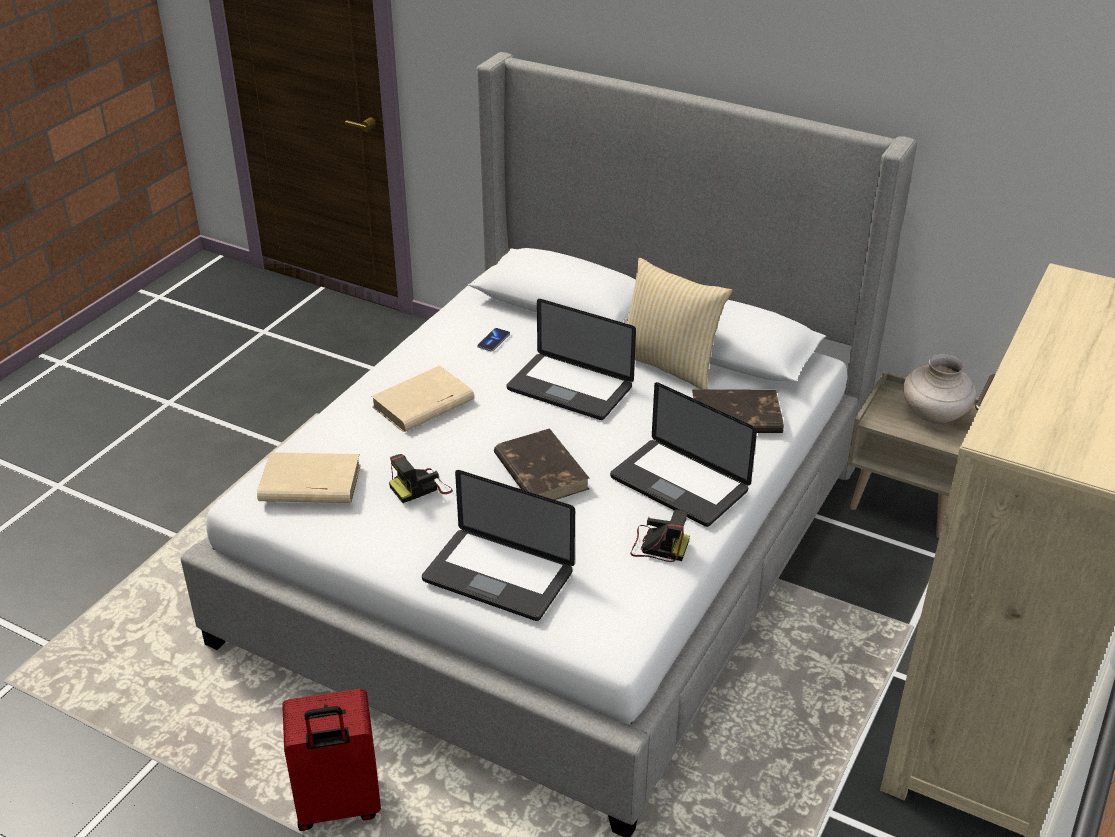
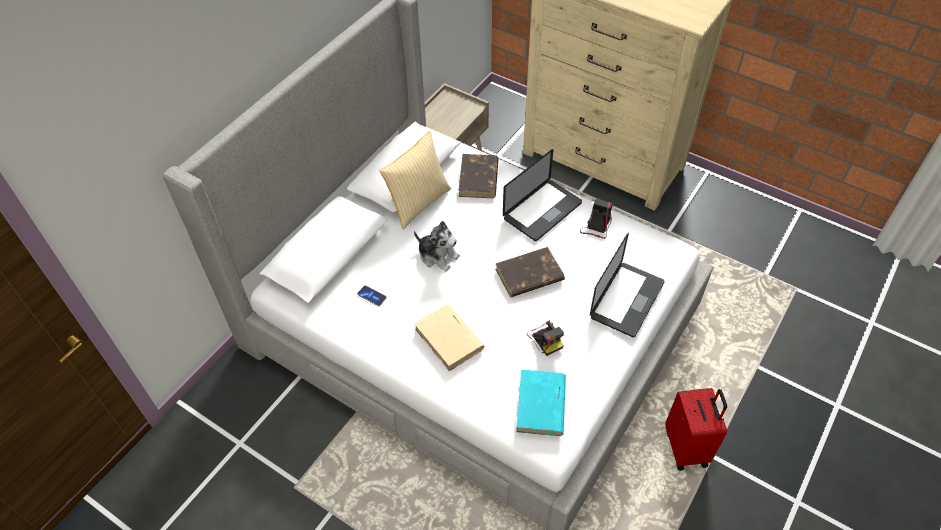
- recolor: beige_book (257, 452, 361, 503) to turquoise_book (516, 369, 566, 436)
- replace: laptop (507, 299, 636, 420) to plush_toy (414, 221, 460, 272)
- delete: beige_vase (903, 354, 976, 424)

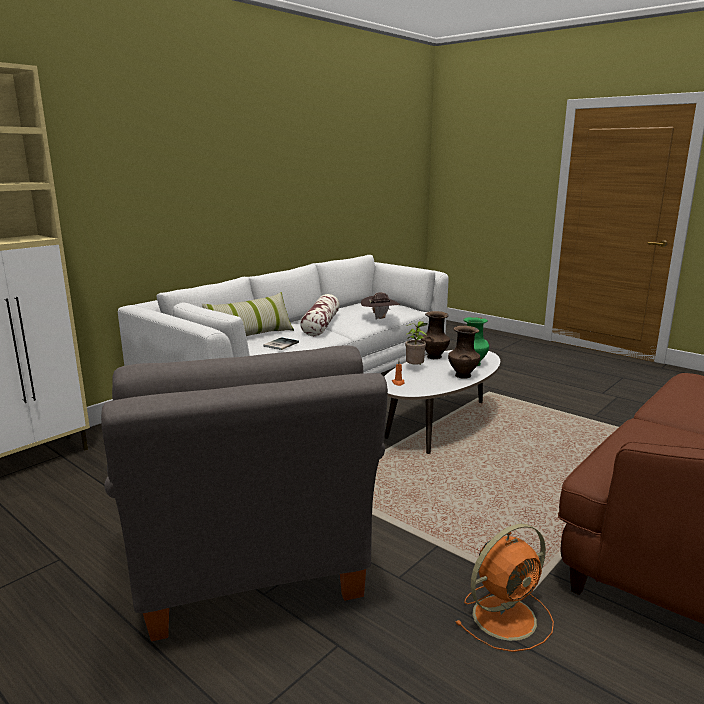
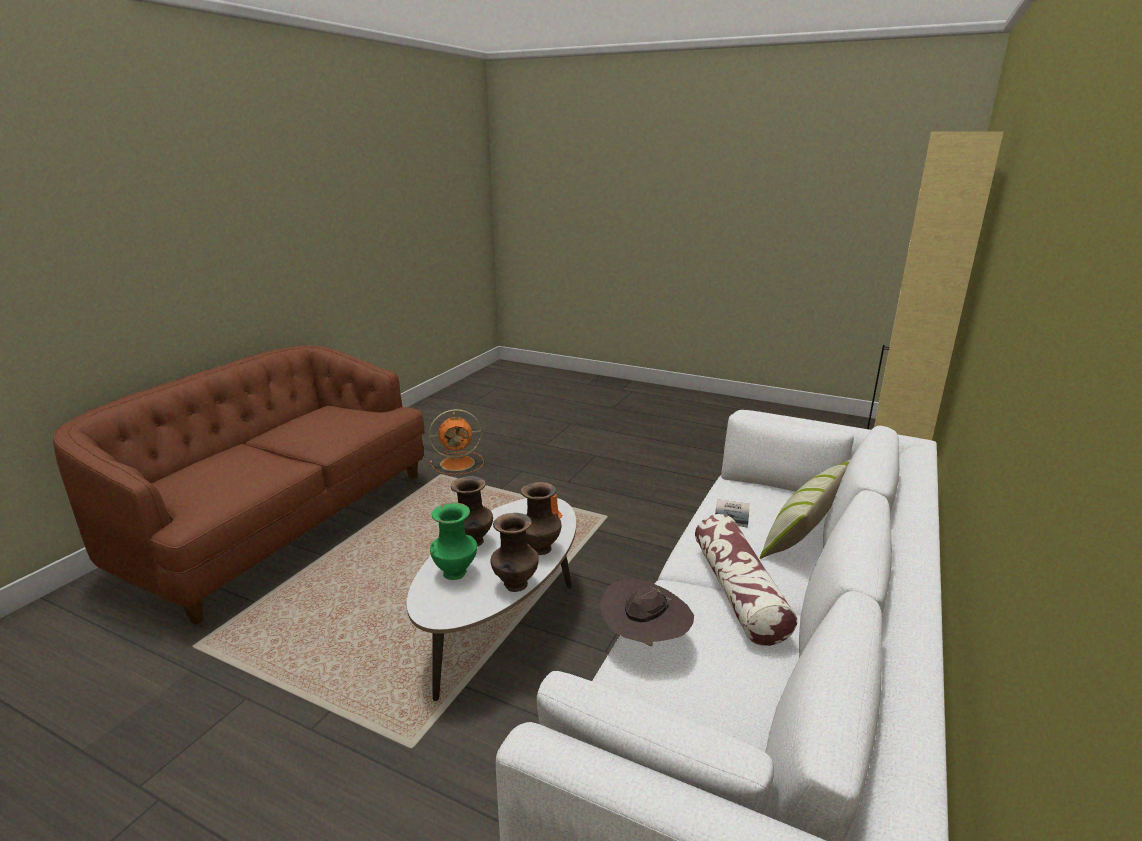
- delete: grey_armchair (101, 346, 388, 641)
- replace: potted_plant (405, 321, 428, 365) to brown_vase (521, 482, 561, 555)
- rotate: orange_fan (455, 524, 554, 652) = (429, 409, 484, 475) 150 degrees counterclockwise

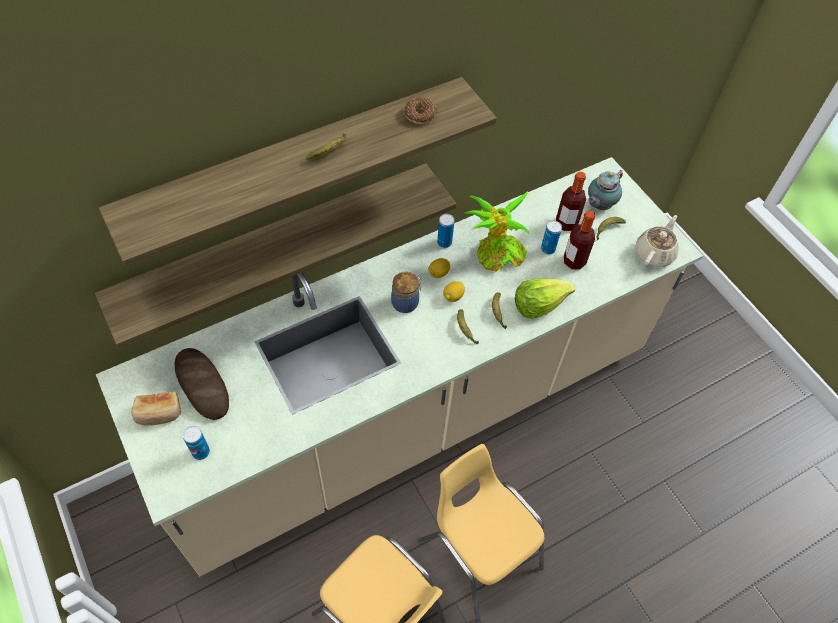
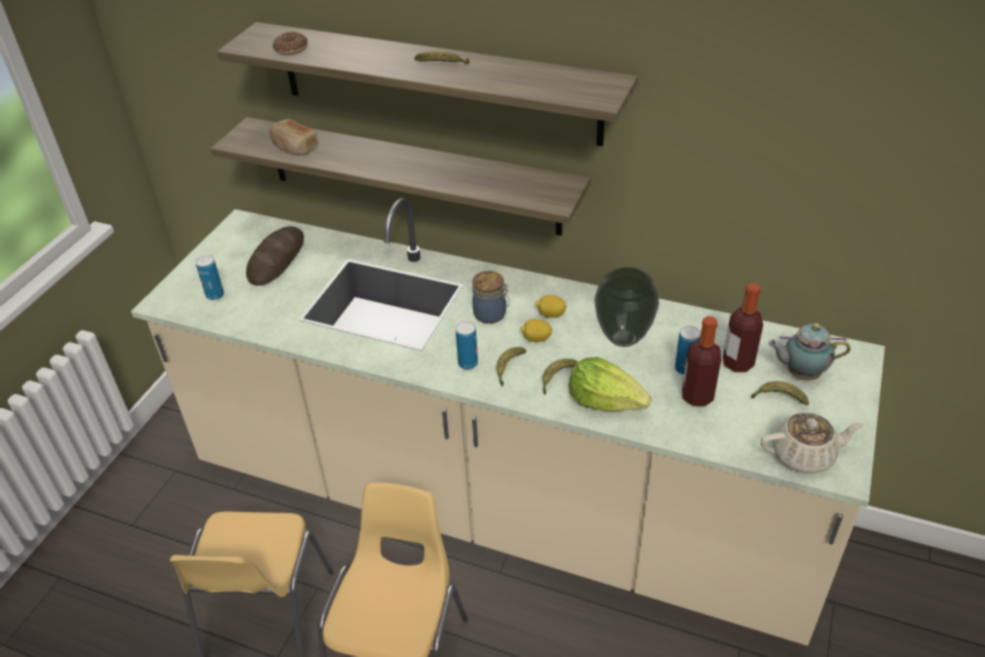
- move: bread (131, 392, 181, 426) to (269, 119, 318, 155)
- move: donut (404, 97, 437, 124) to (272, 32, 308, 55)
- move: can (437, 214, 454, 248) to (456, 321, 478, 370)
- replace: potted_plant (465, 191, 529, 272) to vase (595, 267, 659, 347)

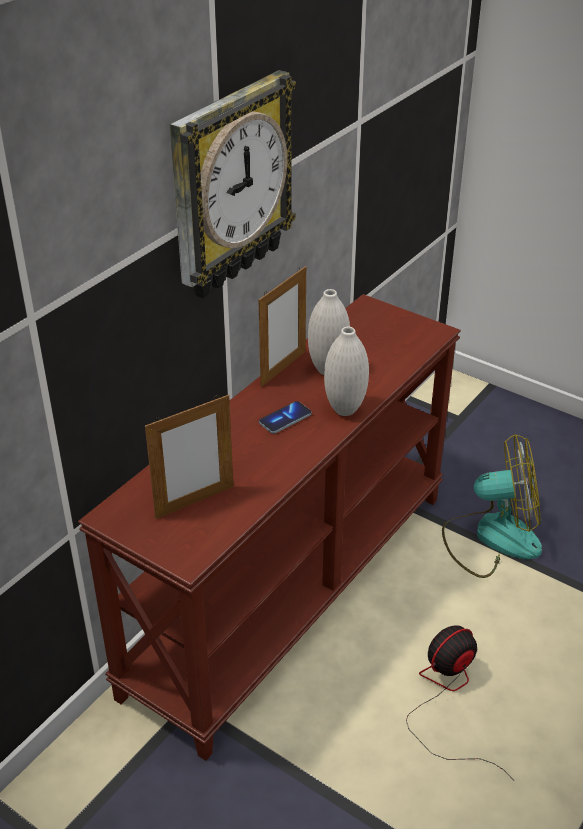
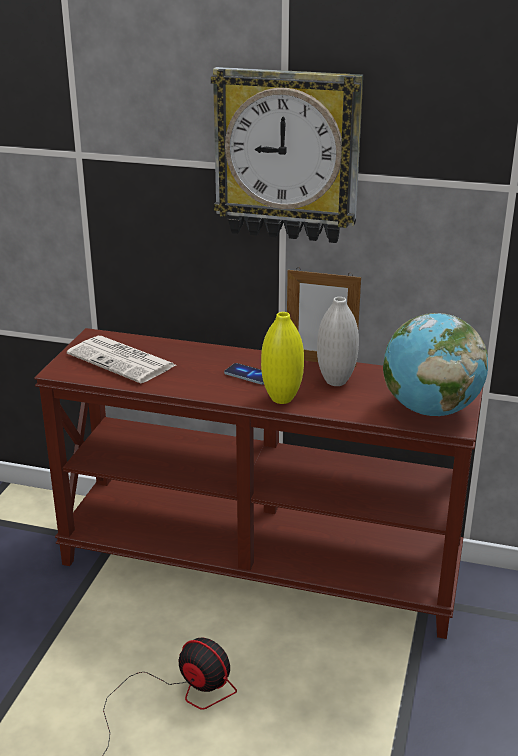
- replace: picture_frame (145, 395, 234, 519) to newspaper (67, 336, 176, 383)
- recolor: white_vase (324, 327, 369, 416) to yellow_vase (261, 312, 304, 404)
- delete: fan (442, 434, 542, 578)
- insert: globe (383, 313, 488, 416)

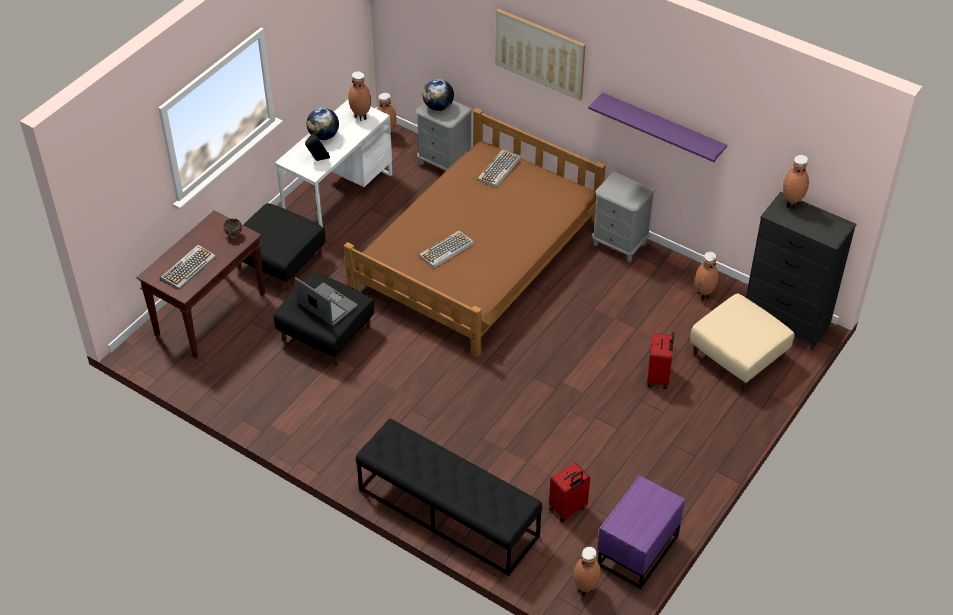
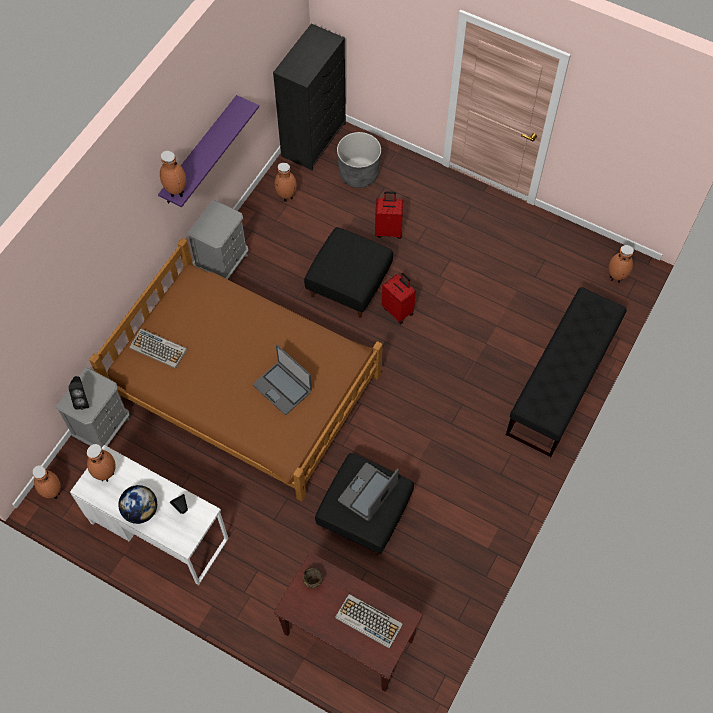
- move: black_ottoman (238, 203, 326, 291) to (304, 227, 393, 318)
- replace: keyboard (419, 231, 474, 269) to laptop (253, 345, 312, 415)
- replace: globe (422, 79, 454, 111) to black_speaker (69, 376, 89, 410)
- delete: picture (496, 9, 586, 100)
- move: red_suitcase (549, 462, 590, 522) to (382, 273, 416, 324)
- delete: purple_nightstand (597, 475, 685, 589)
- replace: beige_ottoman (690, 293, 795, 392) to grey_planter (337, 132, 381, 188)
- move: brown_vase (783, 155, 809, 209) to (160, 151, 186, 197)

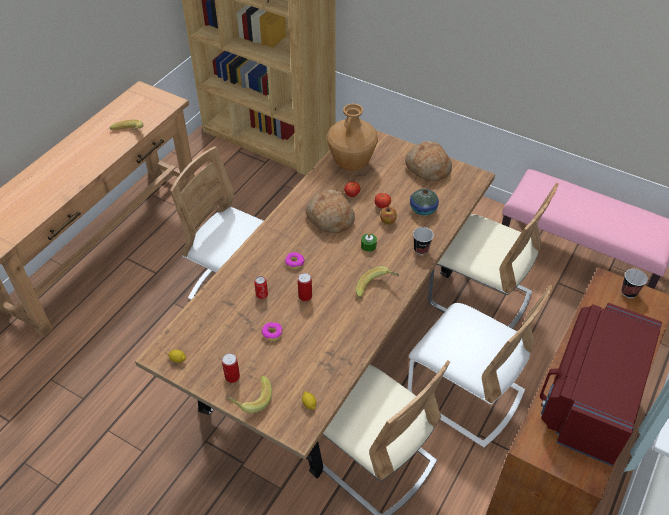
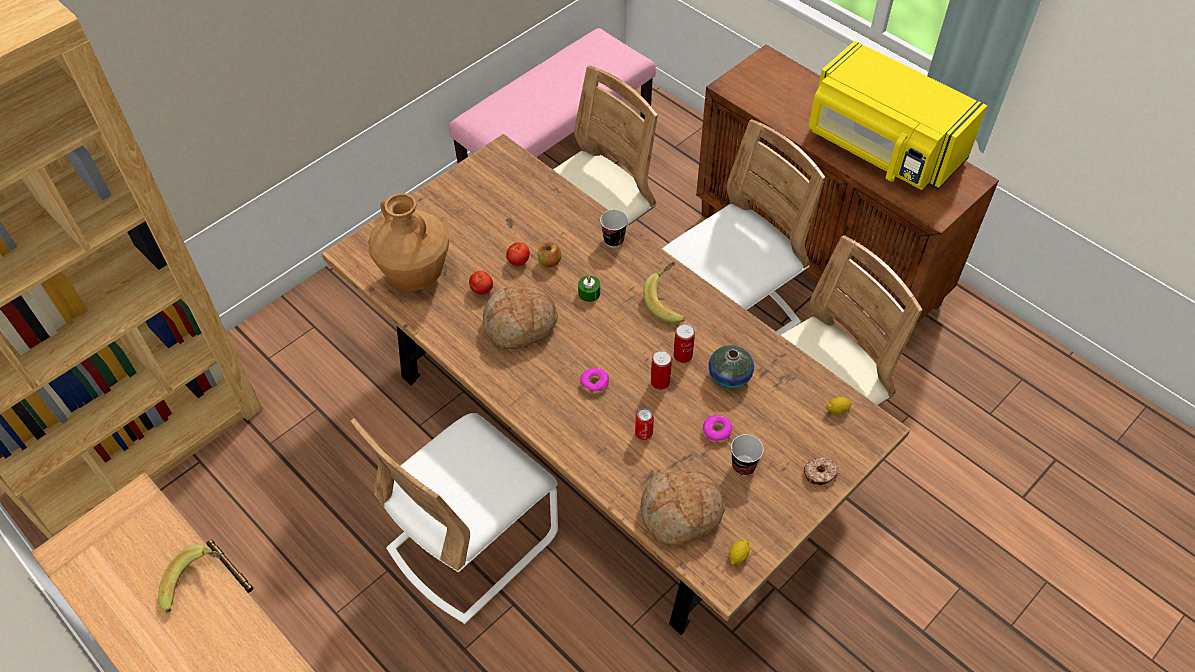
- move: can (222, 353, 240, 383) to (674, 324, 695, 363)
- replace: banana (226, 375, 272, 413) to donut (804, 457, 839, 485)
- move: bread (405, 141, 452, 181) to (641, 470, 725, 546)
- move: vase (410, 189, 439, 216) to (708, 345, 754, 389)
- recolor: red_microwave (540, 303, 662, 466) to yellow_microwave (808, 41, 987, 190)
- move: cup (621, 269, 648, 298) to (731, 434, 764, 476)

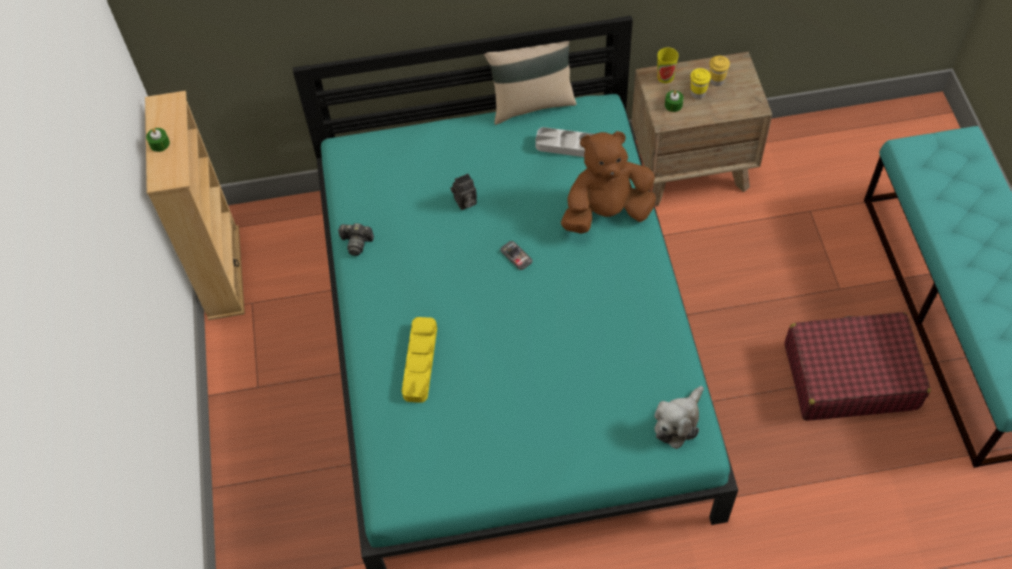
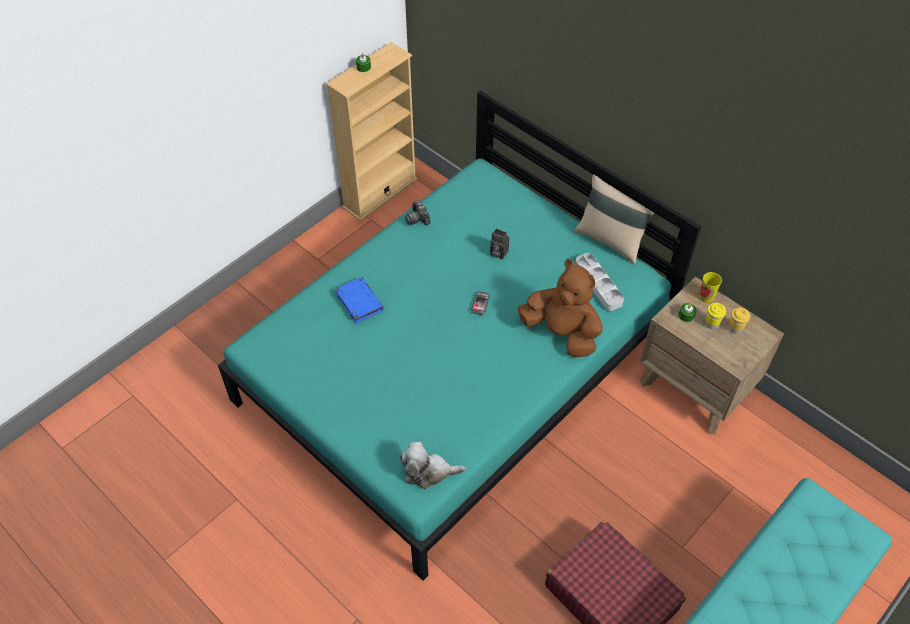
- replace: yellow_tray (402, 317, 437, 403) to blue_book (335, 277, 384, 323)

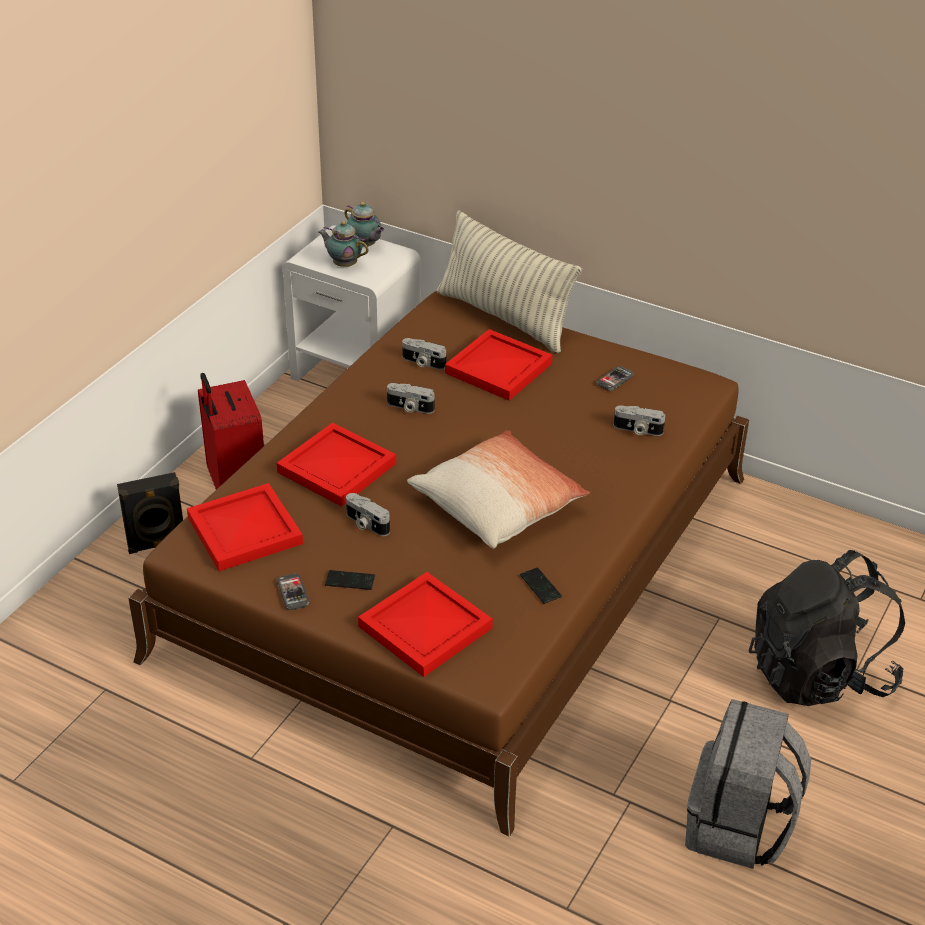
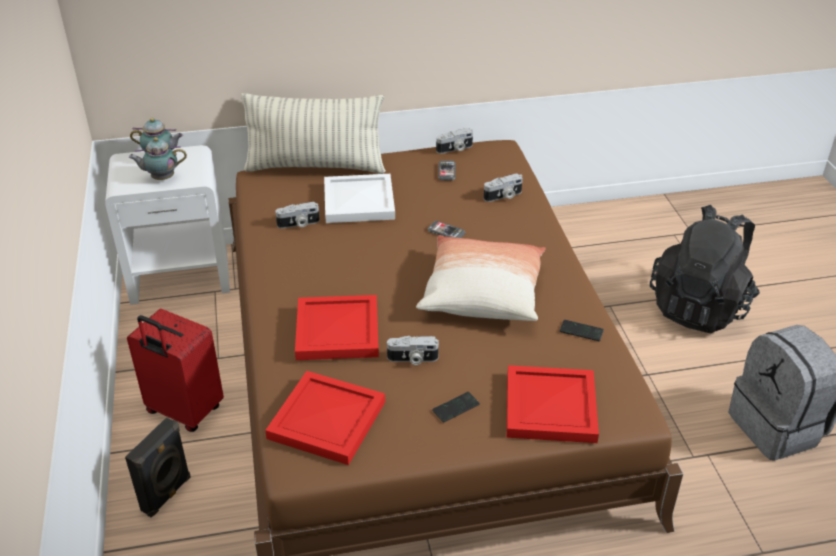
- move: phone (277, 573, 310, 610) to (428, 221, 465, 238)
- move: photo_camera (387, 383, 435, 414) to (436, 128, 473, 154)
- recolor: red_tray (445, 329, 553, 401) to white_tray (324, 174, 395, 223)

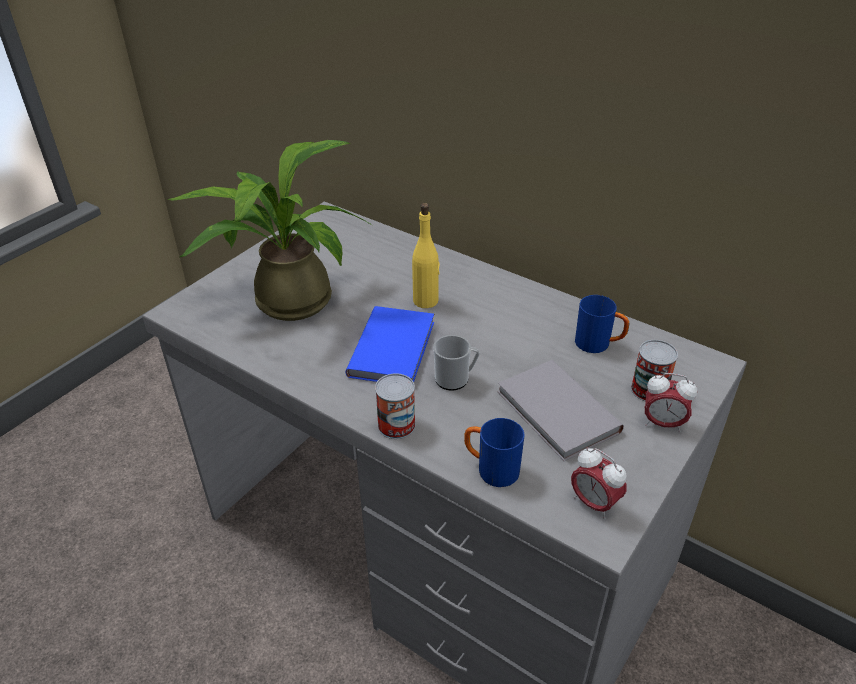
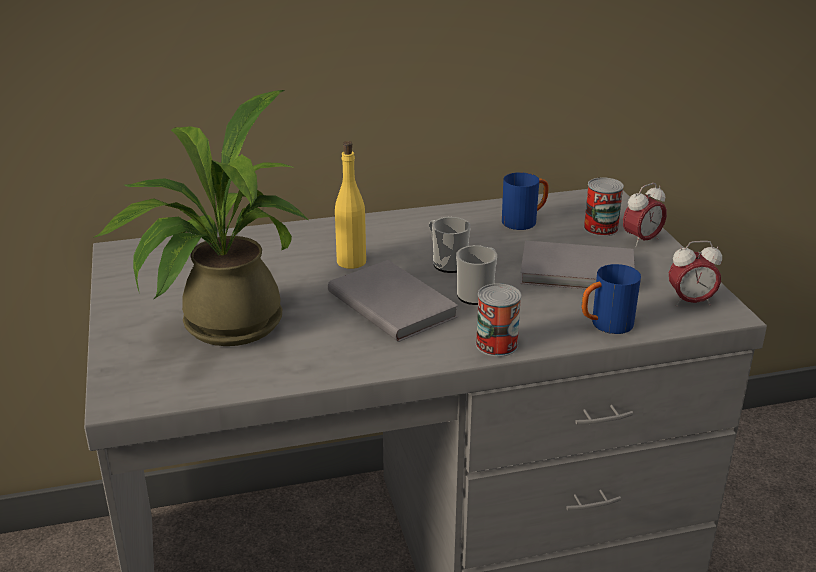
- recolor: blue_book (346, 306, 434, 382) to grey_book (328, 260, 459, 342)
- insert: mug (429, 217, 471, 273)

